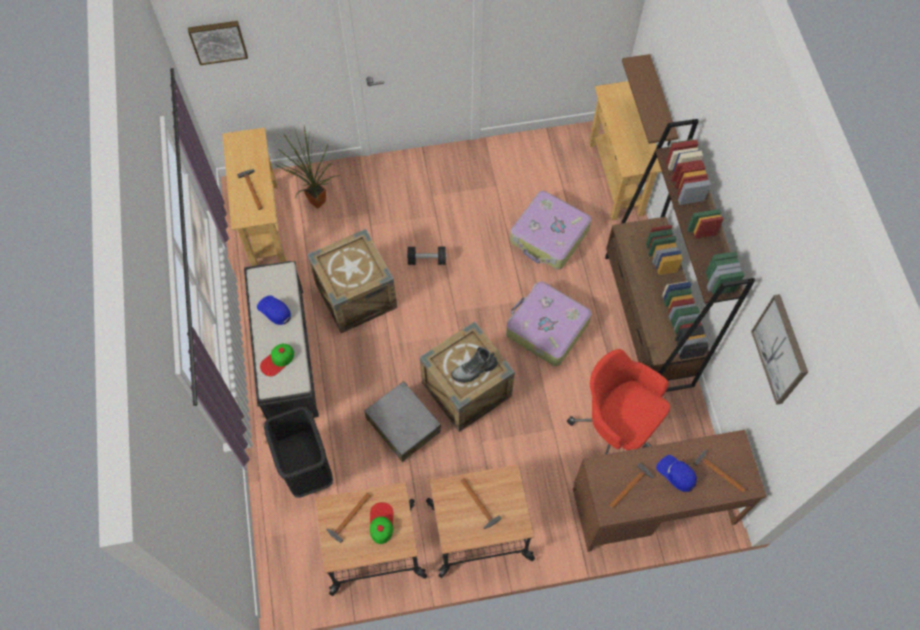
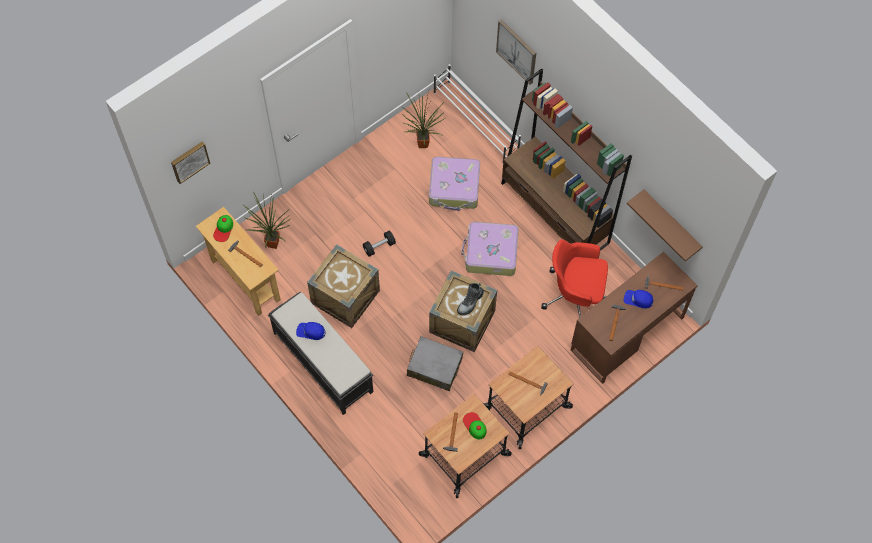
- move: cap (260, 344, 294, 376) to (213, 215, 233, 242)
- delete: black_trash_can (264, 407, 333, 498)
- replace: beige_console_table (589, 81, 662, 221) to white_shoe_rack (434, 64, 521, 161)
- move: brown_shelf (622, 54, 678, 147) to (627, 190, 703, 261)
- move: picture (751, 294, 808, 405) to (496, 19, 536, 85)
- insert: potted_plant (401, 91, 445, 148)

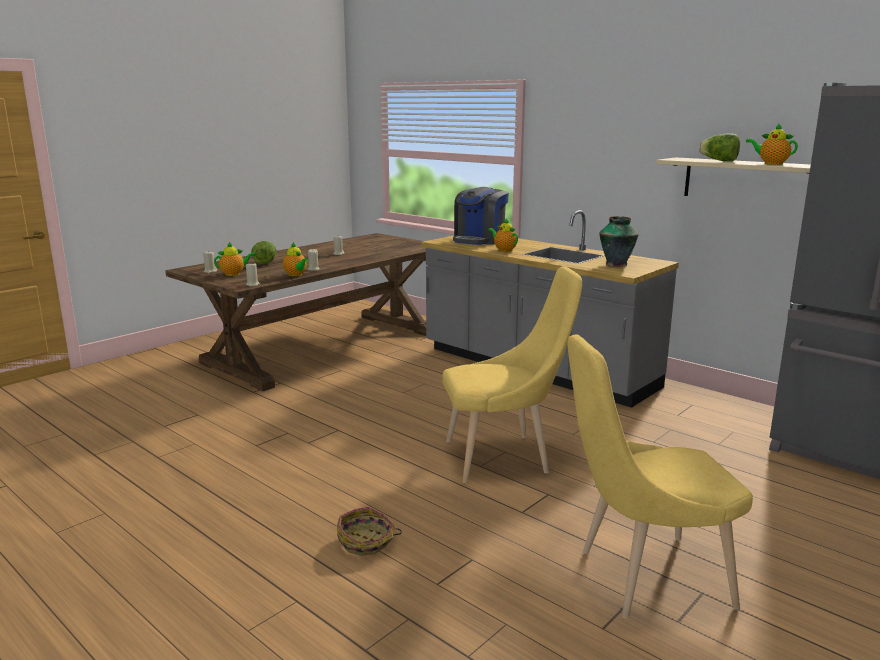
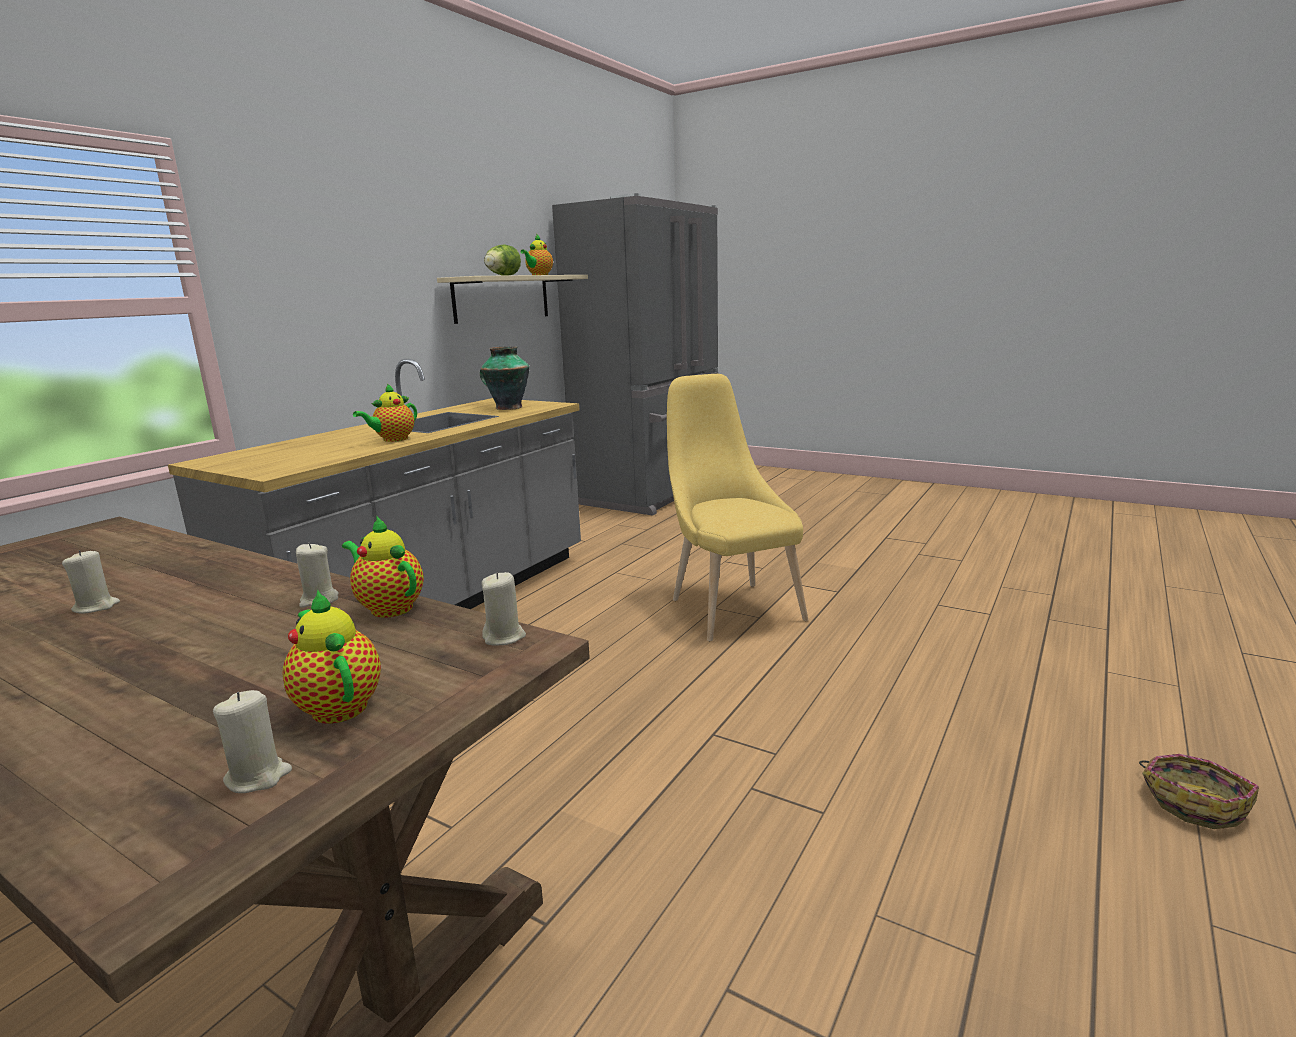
- delete: lettuce (251, 241, 276, 264)
- rotate: teapot (283, 242, 308, 276) = (342, 516, 424, 618) 90 degrees counterclockwise
- move: basket (337, 507, 402, 556) to (1139, 754, 1259, 829)
- delete: coffee_machine (453, 187, 509, 245)
- delete: yellow_chair (568, 334, 753, 619)

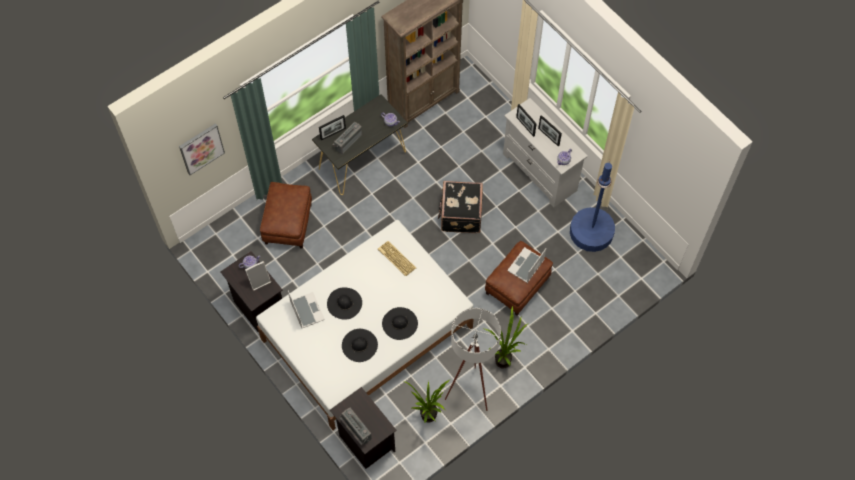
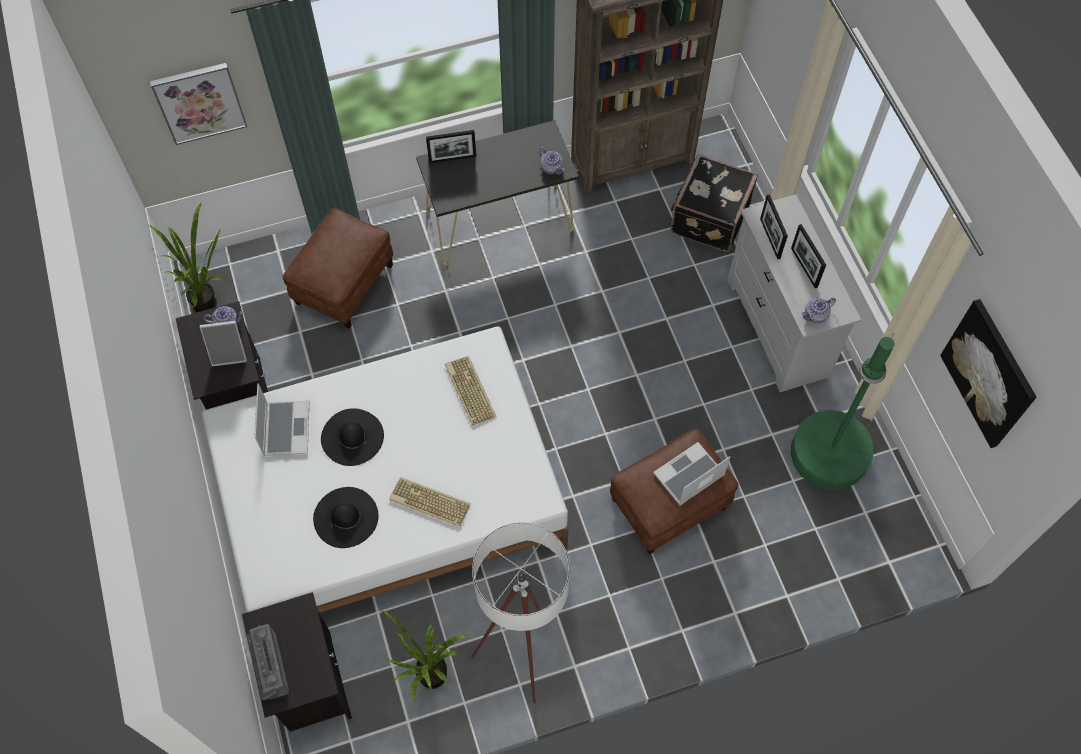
- delete: radio (332, 121, 362, 154)
- replace: black_hat (382, 307, 418, 340) to keyboard (389, 477, 471, 527)
- move: black_suitcase (438, 181, 483, 233) to (670, 154, 758, 252)
- move: potted_plant (485, 305, 528, 369) to (149, 202, 222, 312)
- recolor: blue_floor_lamp (570, 160, 615, 252) to green_floor_lamp (791, 333, 895, 490)
- insert: picture (940, 299, 1036, 448)

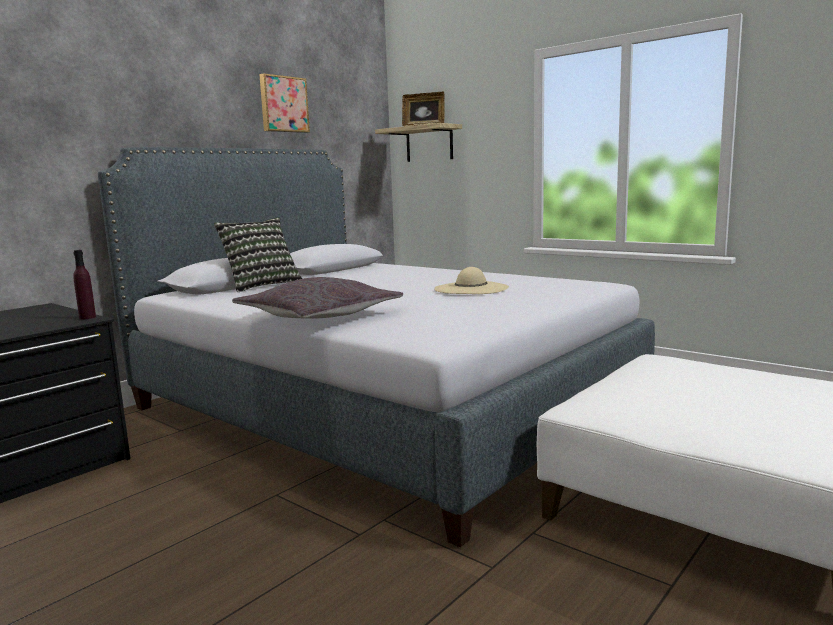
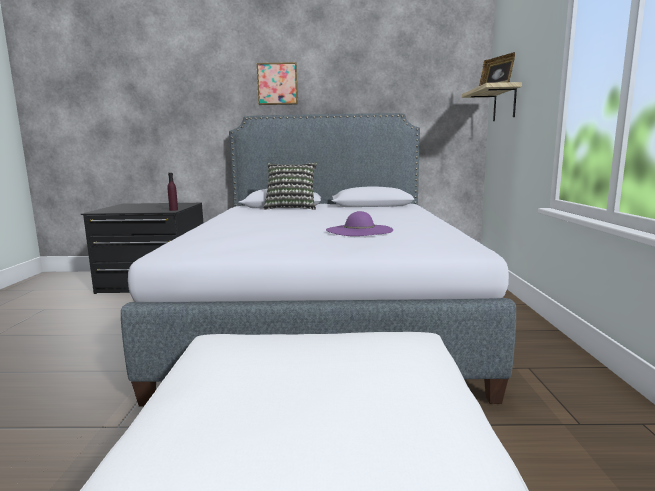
- delete: grey_pillow (232, 277, 403, 319)
- move: picture (259, 73, 310, 133) to (257, 62, 298, 105)
- recolor: beige_hat (434, 267, 509, 294) to purple_hat (326, 211, 393, 236)

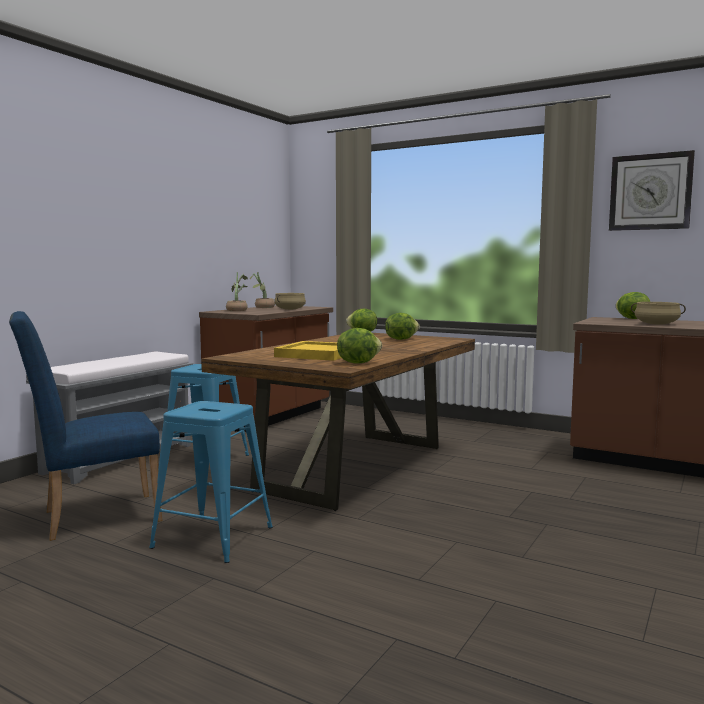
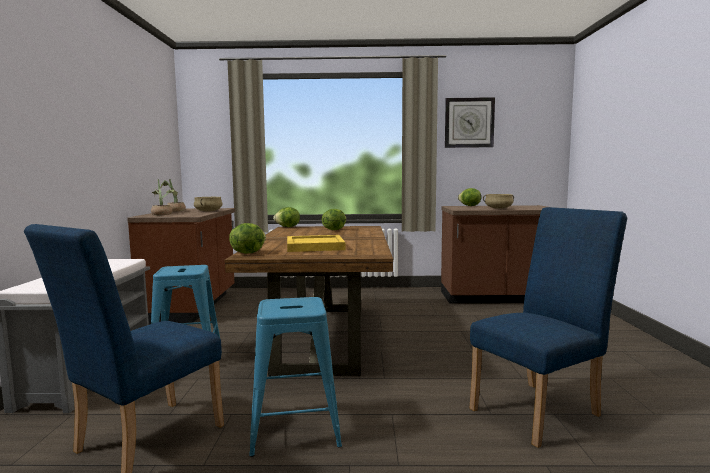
- move: lettuce (337, 328, 382, 363) to (229, 223, 266, 254)
- insert: blue_chair (469, 207, 627, 448)

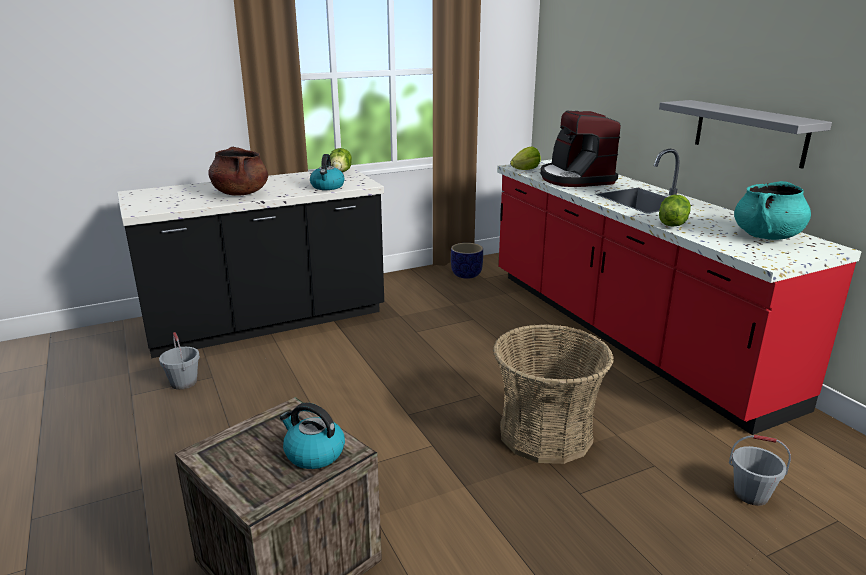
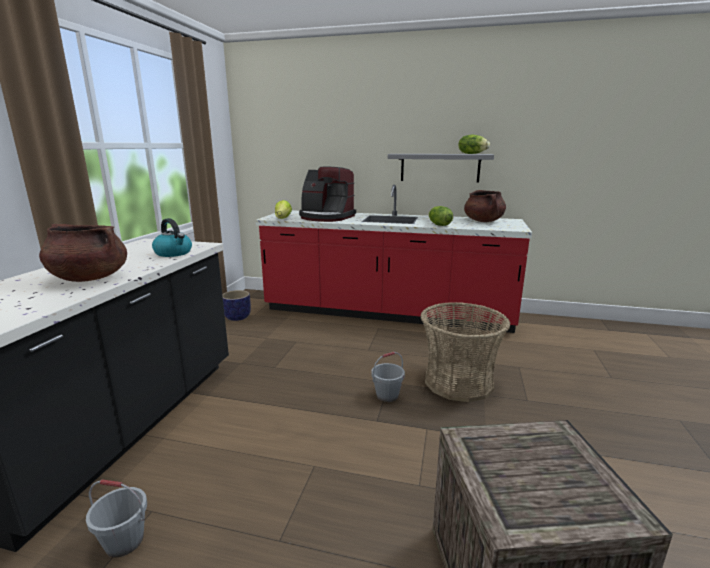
- delete: kettle (280, 403, 345, 469)
- move: lettuce (330, 148, 352, 172) to (459, 135, 490, 154)
- move: grey_bucket (729, 435, 791, 506) to (371, 352, 405, 402)
- recolor: turquoise_cooking_pot (734, 181, 811, 240) to brown_cooking_pot (464, 190, 506, 222)

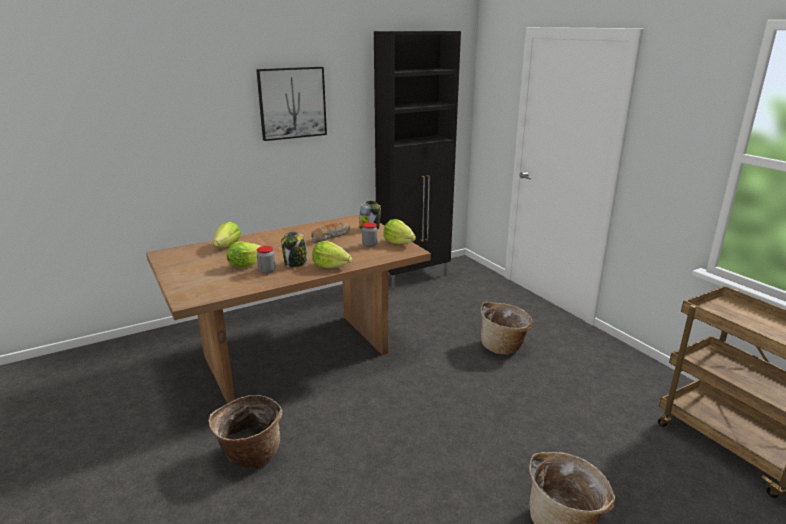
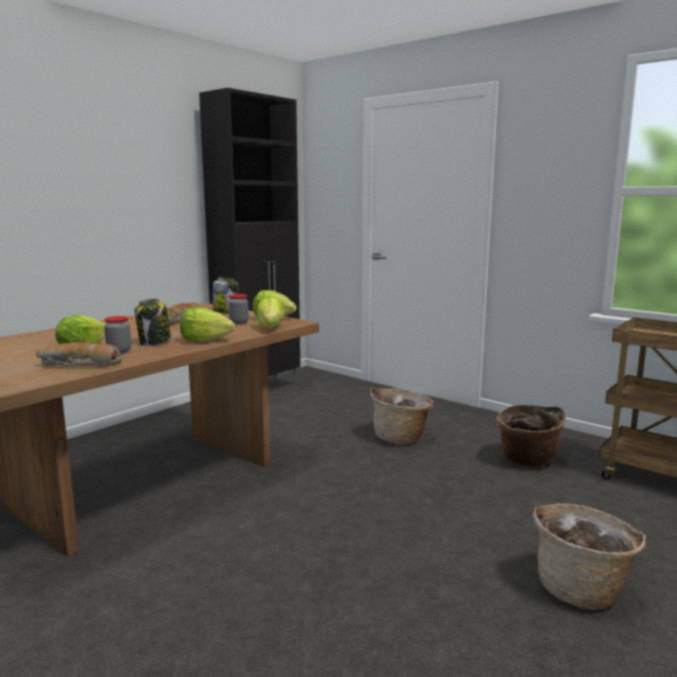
- move: basket (209, 395, 282, 468) to (497, 405, 566, 467)
- move: lettuce (213, 221, 241, 247) to (257, 296, 285, 328)
- delete: picture (256, 67, 327, 141)
- insert: bread (36, 342, 122, 366)

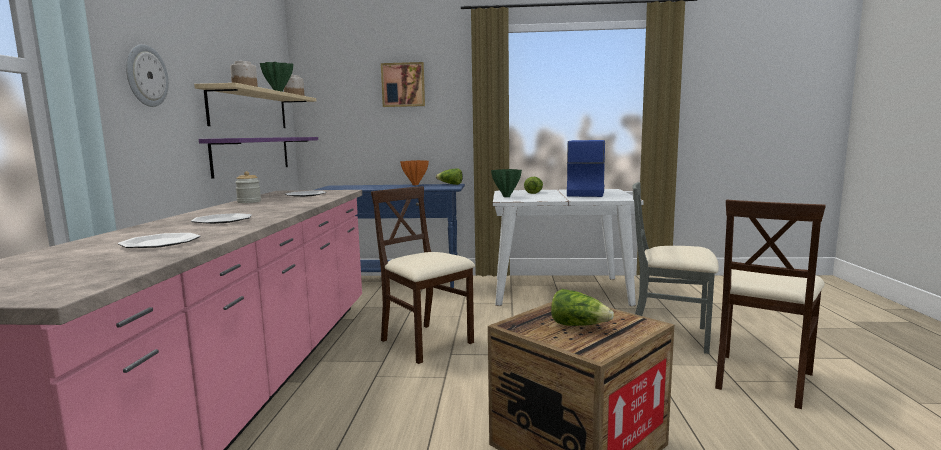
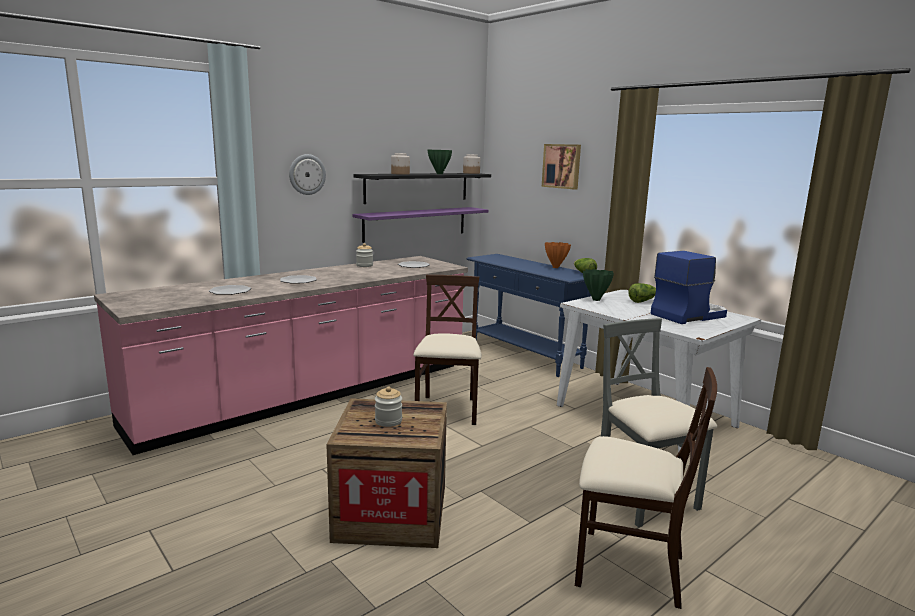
- recolor: beige_shelf (194, 83, 316, 128) to black_shelf (354, 173, 491, 204)
- replace: lettuce (551, 289, 614, 326) to jar (375, 387, 402, 427)
- rotate: beige_chair (715, 200, 826, 409) = (575, 367, 717, 609) 150 degrees counterclockwise

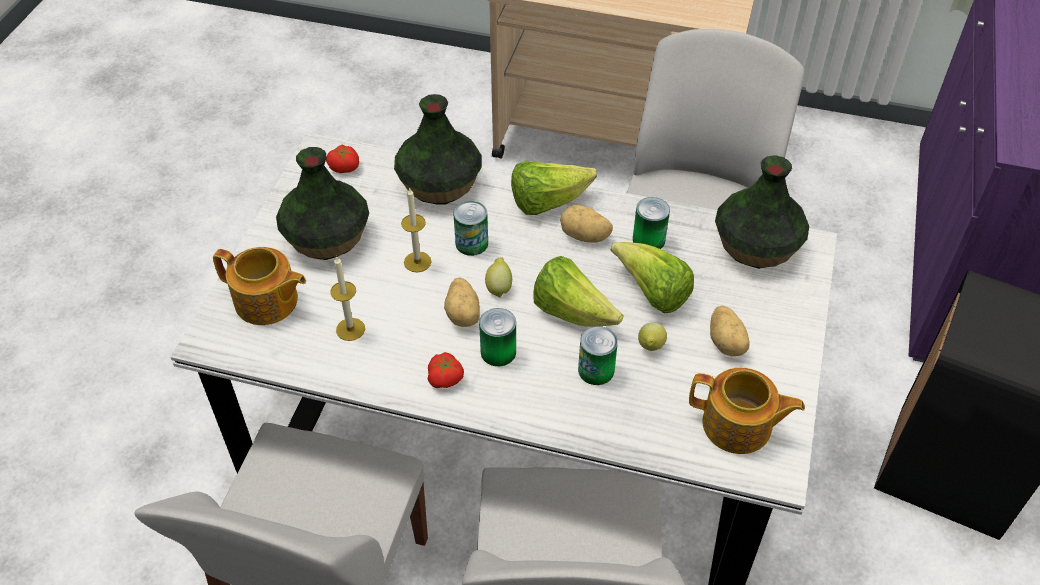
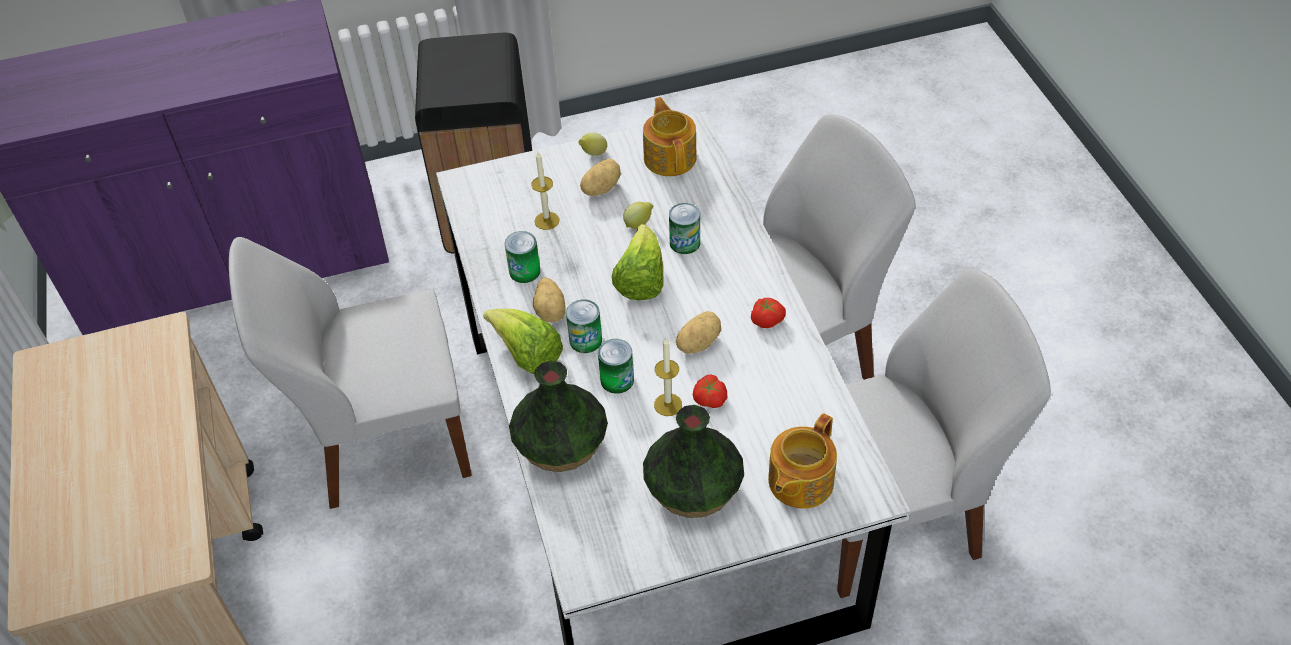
- rotate: teapot (213, 247, 306, 325) = (768, 413, 837, 509) 135 degrees counterclockwise
- move: tomato (326, 145, 359, 173) to (693, 375, 727, 408)
- move: candle (330, 256, 365, 341) to (531, 152, 559, 230)
- move: can (479, 308, 516, 366) to (566, 299, 602, 353)
- move: lemon (485, 257, 512, 298) to (579, 133, 607, 156)
- delete: lettuce (611, 242, 694, 313)
- delete: vase (715, 155, 809, 269)

